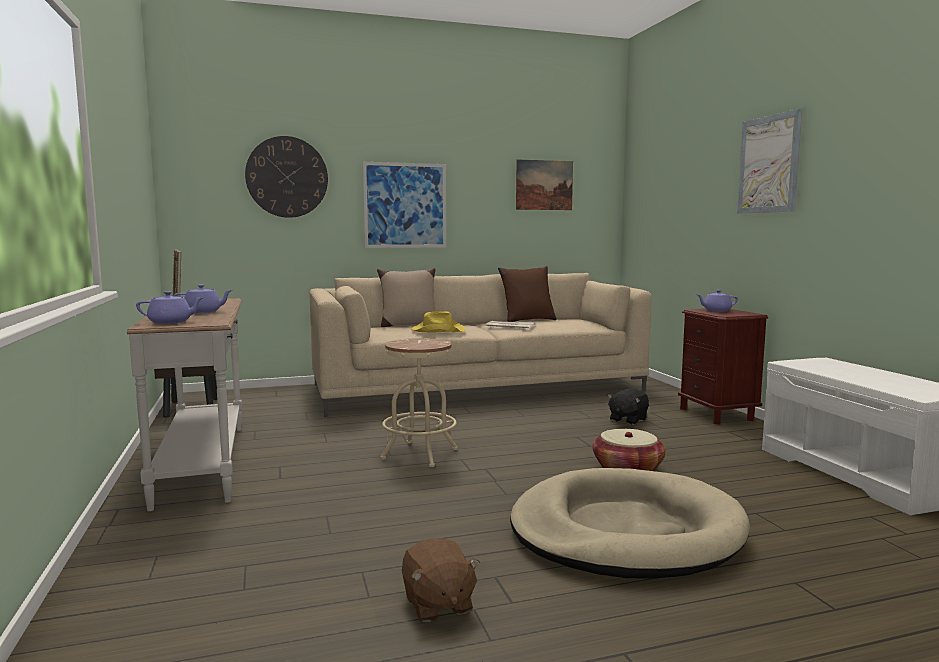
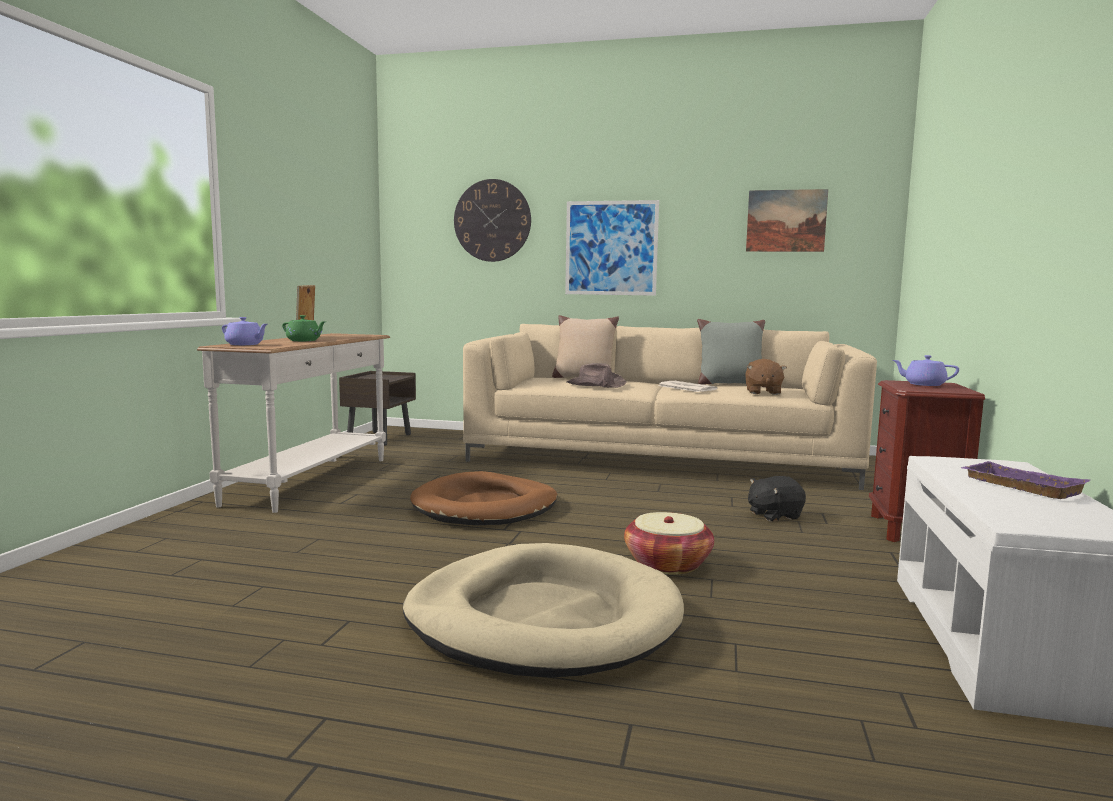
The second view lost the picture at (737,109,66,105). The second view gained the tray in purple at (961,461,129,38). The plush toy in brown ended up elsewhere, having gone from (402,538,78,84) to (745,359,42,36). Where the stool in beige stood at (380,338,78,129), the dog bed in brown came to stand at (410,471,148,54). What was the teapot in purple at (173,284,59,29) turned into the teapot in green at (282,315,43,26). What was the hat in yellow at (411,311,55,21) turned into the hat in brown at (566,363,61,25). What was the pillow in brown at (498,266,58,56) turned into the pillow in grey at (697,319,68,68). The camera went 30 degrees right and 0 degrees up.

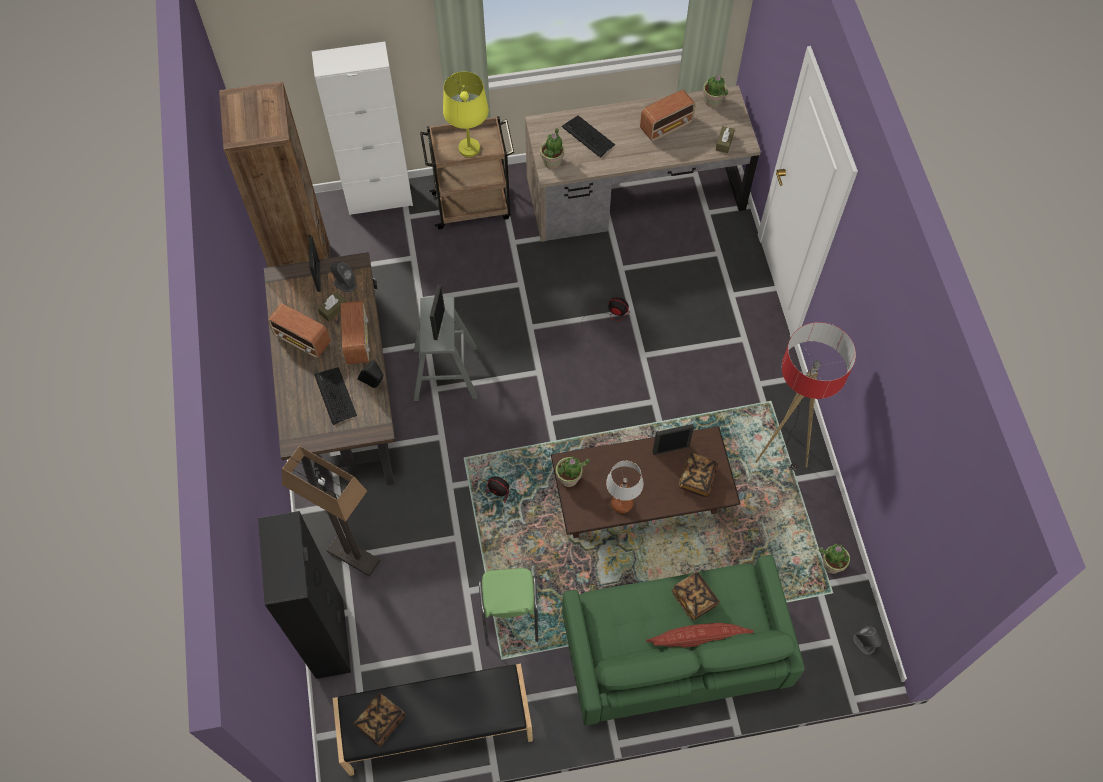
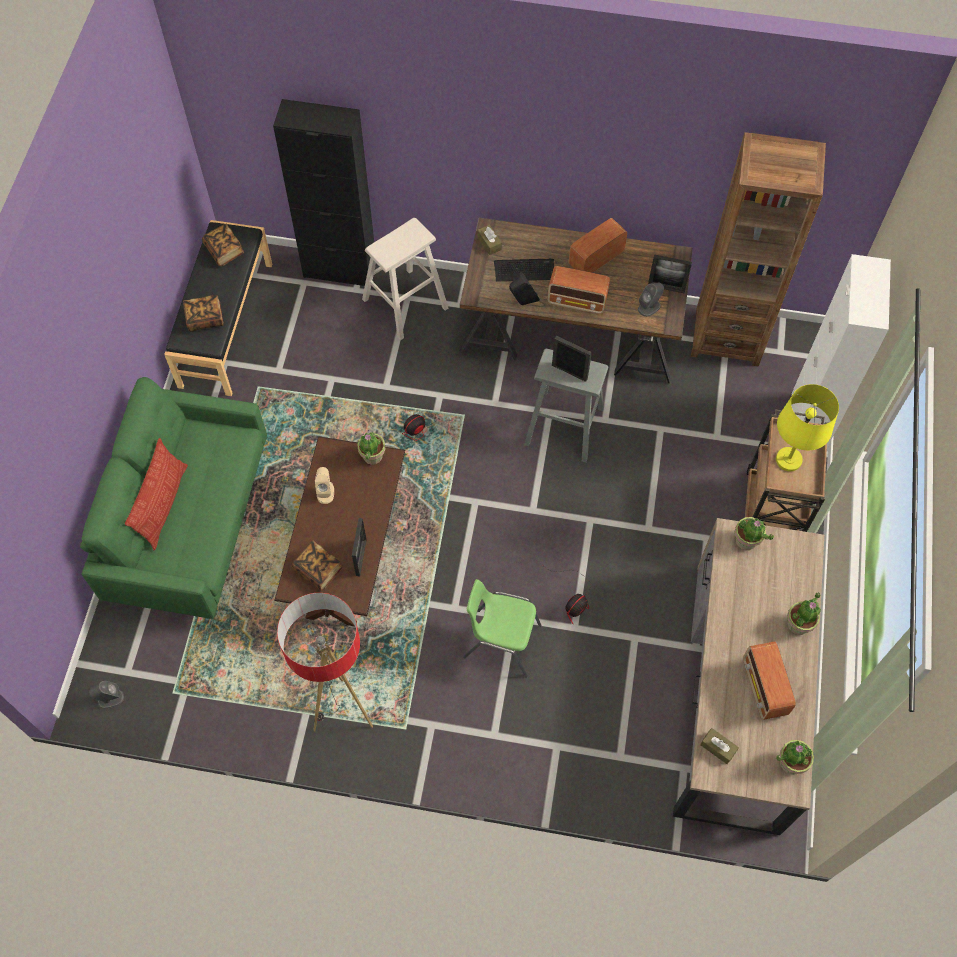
The second view lost the keyboard at (562,115,53,42). The tissue box in brown ended up elsewhere, having gone from (318,292,28,30) to (477,225,25,30). The chair in green ended up elsewhere, having gone from (479,568,59,78) to (463,579,78,98). The book ended up elsewhere, having gone from (671,572,49,49) to (183,295,40,37). The potted plant ended up elsewhere, having gone from (819,544,31,30) to (787,592,34,43). Where the floor lamp stood at (282,446,98,131), the stool in beige came to stand at (362,218,87,122). Where the table lamp stood at (606,460,37,53), the speaker in beige came to stand at (315,467,19,37). The camera went 110 degrees right and 0 degrees up.

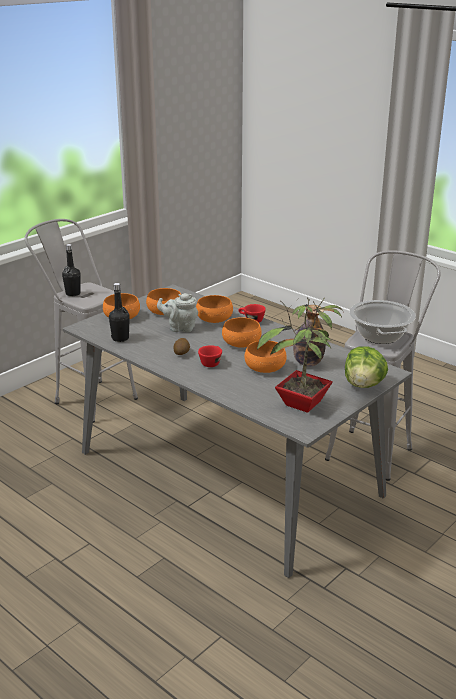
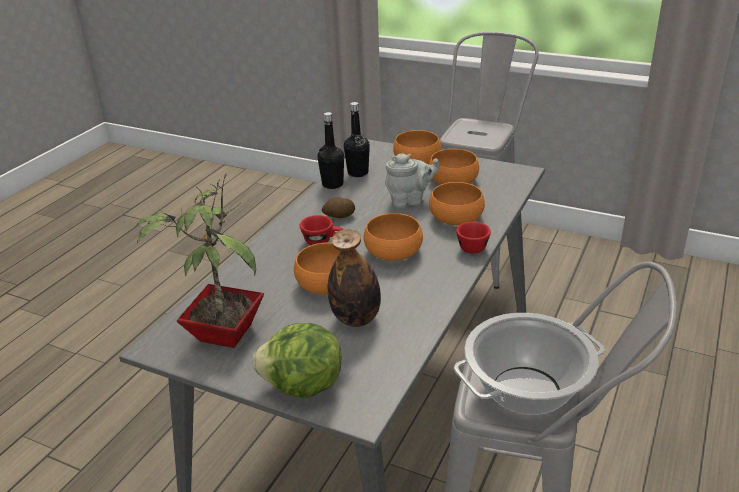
The bottle in black ended up elsewhere, having gone from (62,244,19,52) to (318,112,26,77). The teapot in grey at (157,293,41,39) ended up facing another way, 90 degrees clockwise from before. The camera went 75 degrees right and 5 degrees up.

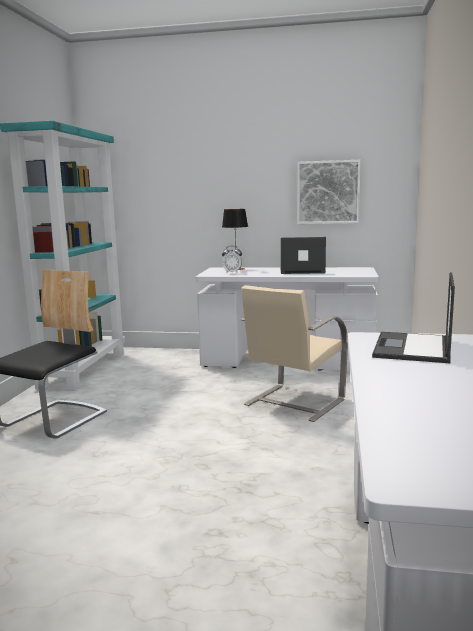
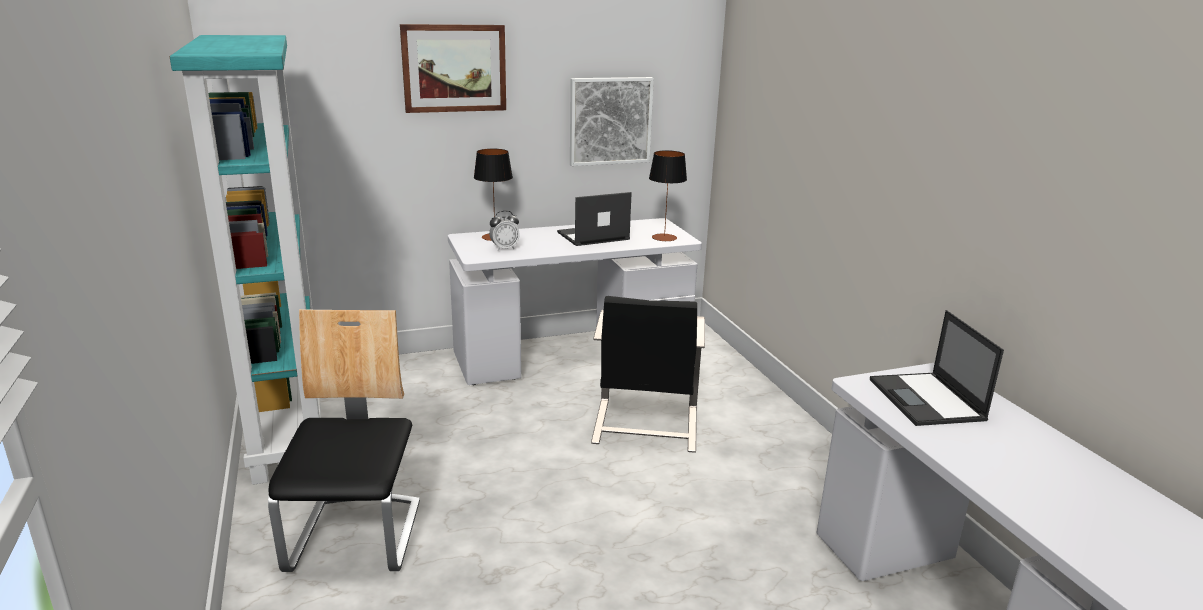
The second view gained the picture at (400,24,106,89). The second view gained the table lamp at (649,150,38,92). What was the chair in beige at (241,285,107,137) turned into the chair in black at (591,296,114,157). The camera went 30 degrees left and 10 degrees up.

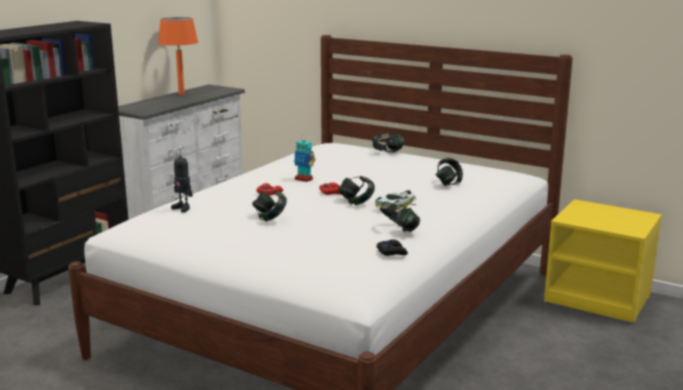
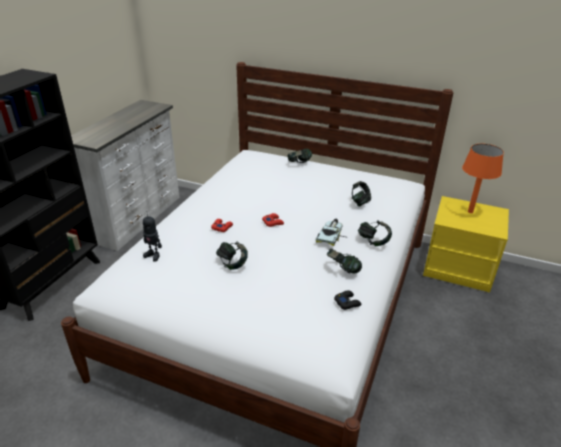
The second view lost the toy robot at (294,135,21,47). The table lamp in orange ended up elsewhere, having gone from (158,17,40,78) to (462,144,42,69). The headphones ended up elsewhere, having gone from (338,176,37,29) to (358,220,34,26). The camera went 10 degrees left and 15 degrees up.

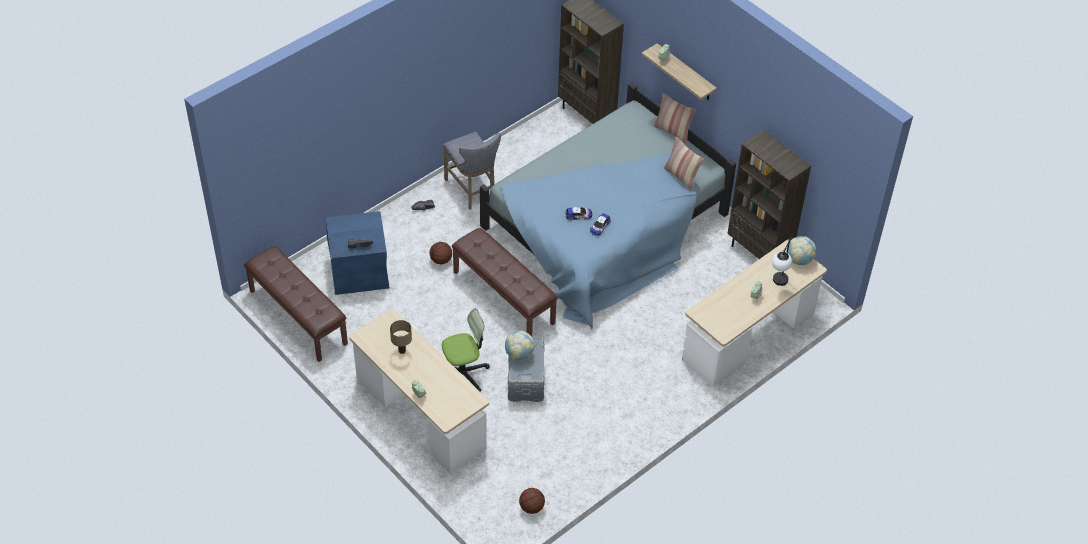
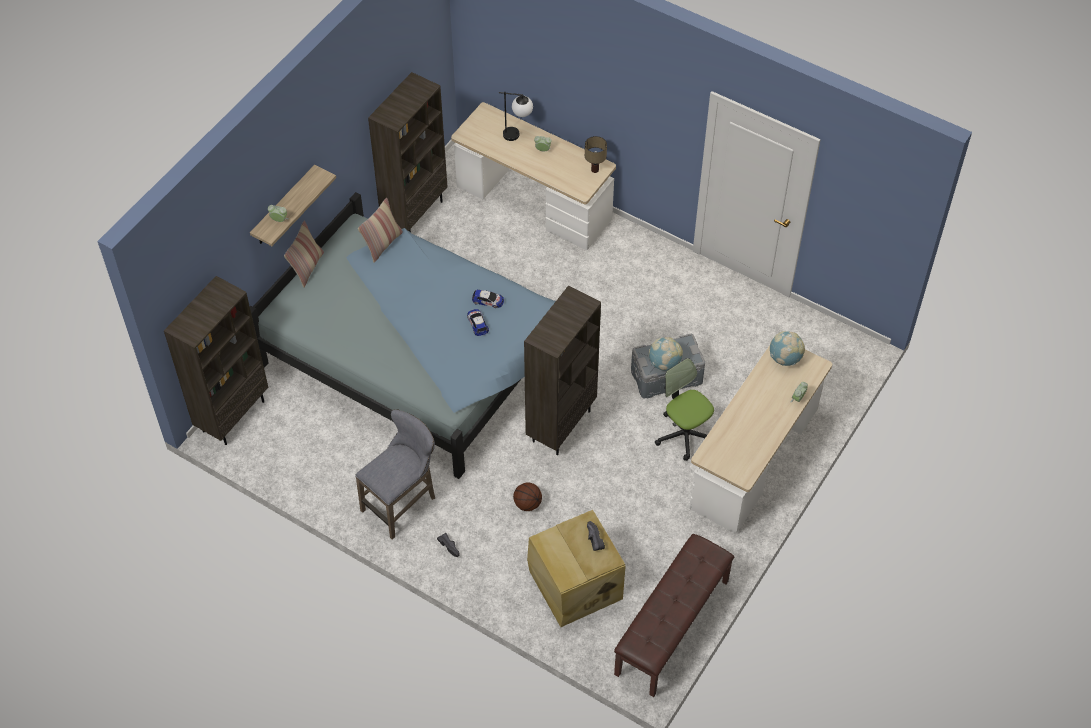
The second view lost the basketball at (519,488,26,26). The table lamp ended up elsewhere, having gone from (390,320,22,34) to (585,136,22,37). The globe ended up elsewhere, having gone from (787,236,29,29) to (770,331,35,35). Where the bench in brown stood at (452,228,106,108), the bookcase in brown came to stand at (524,286,77,169). What was the storage box in blue at (326,211,64,84) turned into the storage box in beige at (527,510,99,117). The camera went 105 degrees left and 5 degrees up.

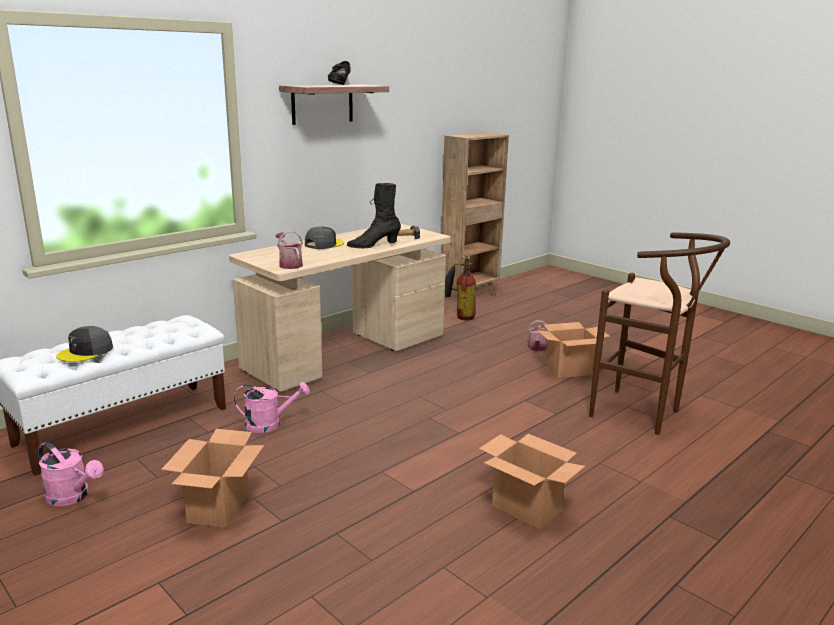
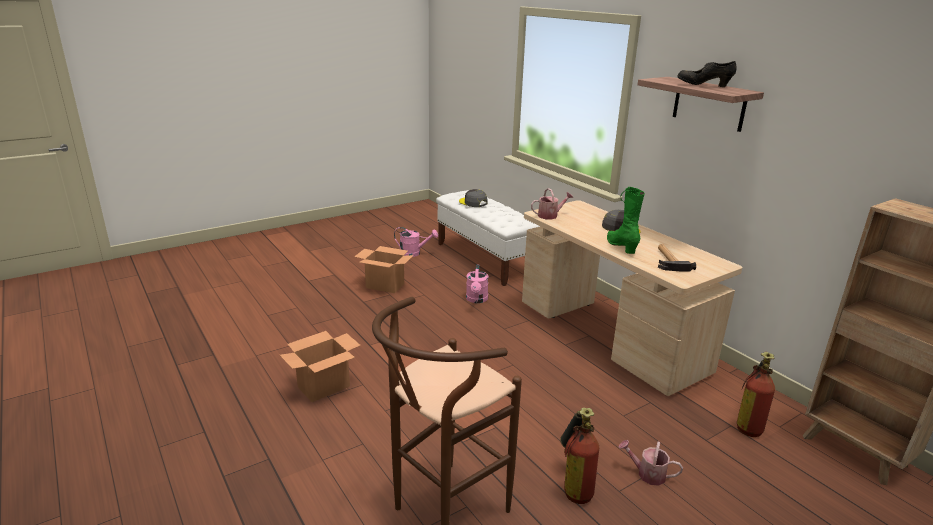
Where the cardboard box stood at (537,322,74,56), the fire extinguisher came to stand at (560,407,39,97). What was the boot in black at (347,183,54,65) turned into the boot in green at (607,187,38,67). The watering can in pink at (38,442,65,64) ended up facing another way, 120 degrees counterclockwise from before. The camera went 100 degrees right and 5 degrees up.

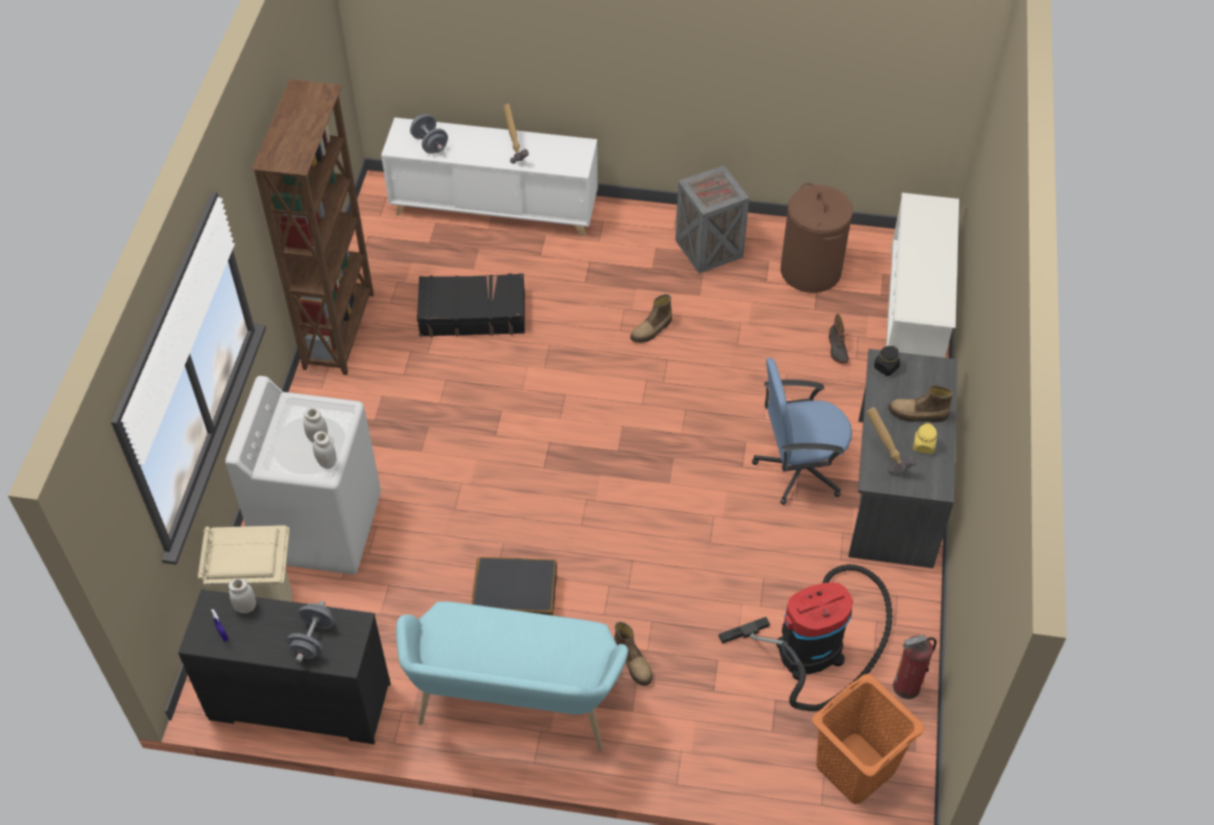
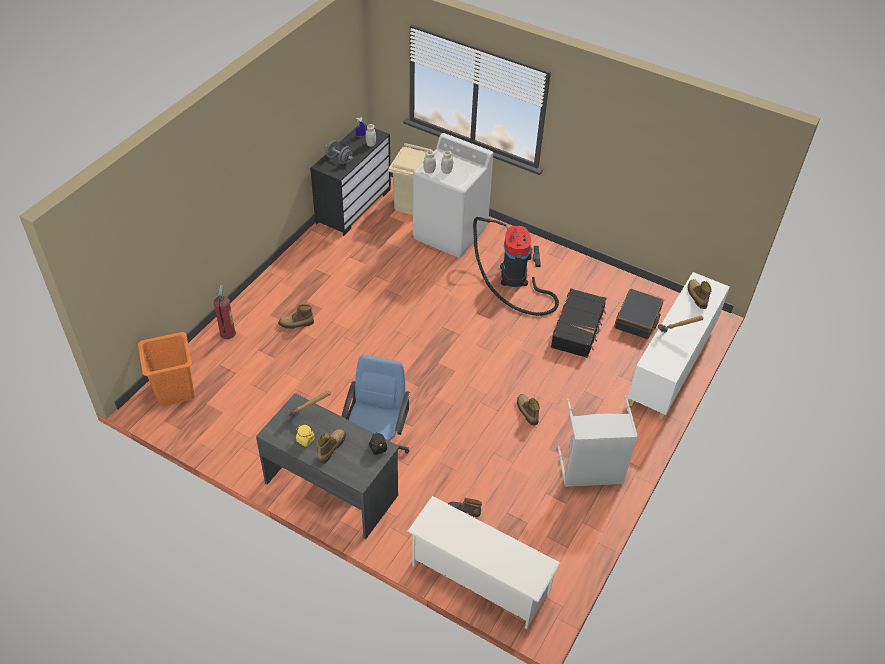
The second view lost the bookcase in brown at (252,79,122,296). The second view lost the bench in turquoise at (396,601,232,150). The second view lost the laundry basket in brown at (781,183,72,110). The suitcase in black ended up elsewhere, having gone from (472,557,85,59) to (614,289,49,50). The vacuum cleaner ended up elsewhere, having gone from (719,564,174,147) to (473,217,86,99). The fire extinguisher ended up elsewhere, having gone from (893,635,44,64) to (214,285,22,54). Where the dumbbell in grey stood at (410,114,38,40), the boot came to stand at (688,279,24,30). Where the crate stood at (675,165,74,109), the laundry basket in grey came to stand at (558,396,80,91). The camera went 110 degrees right and 5 degrees down.

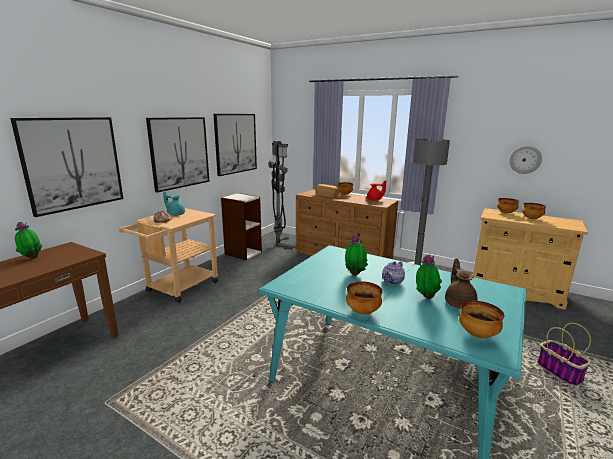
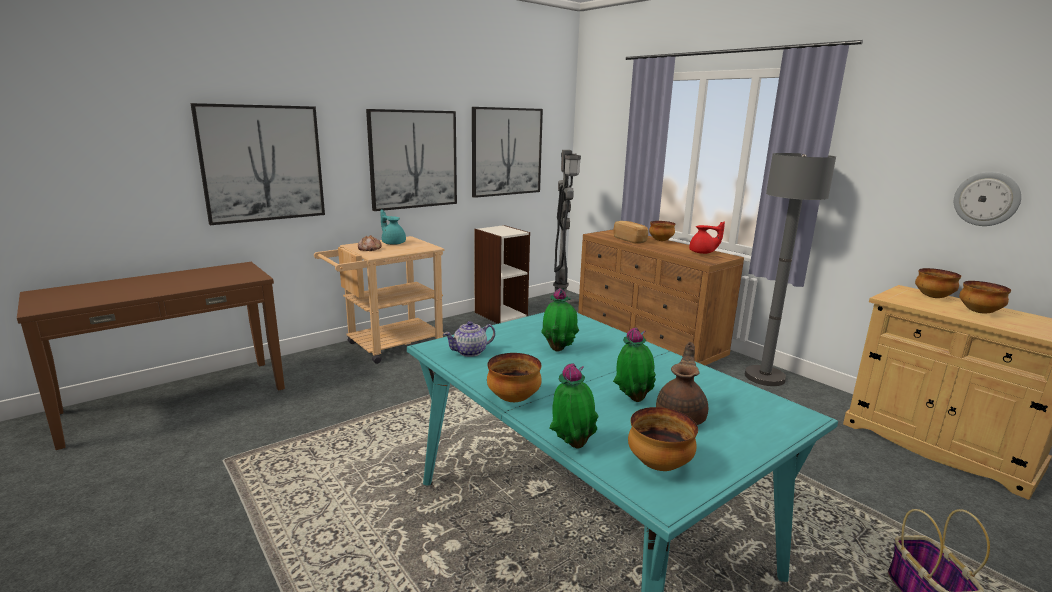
The potted plant ended up elsewhere, having gone from (15,222,27,37) to (550,363,49,86). The teapot ended up elsewhere, having gone from (382,261,23,24) to (444,321,51,36). The camera went 20 degrees right and 0 degrees up.

